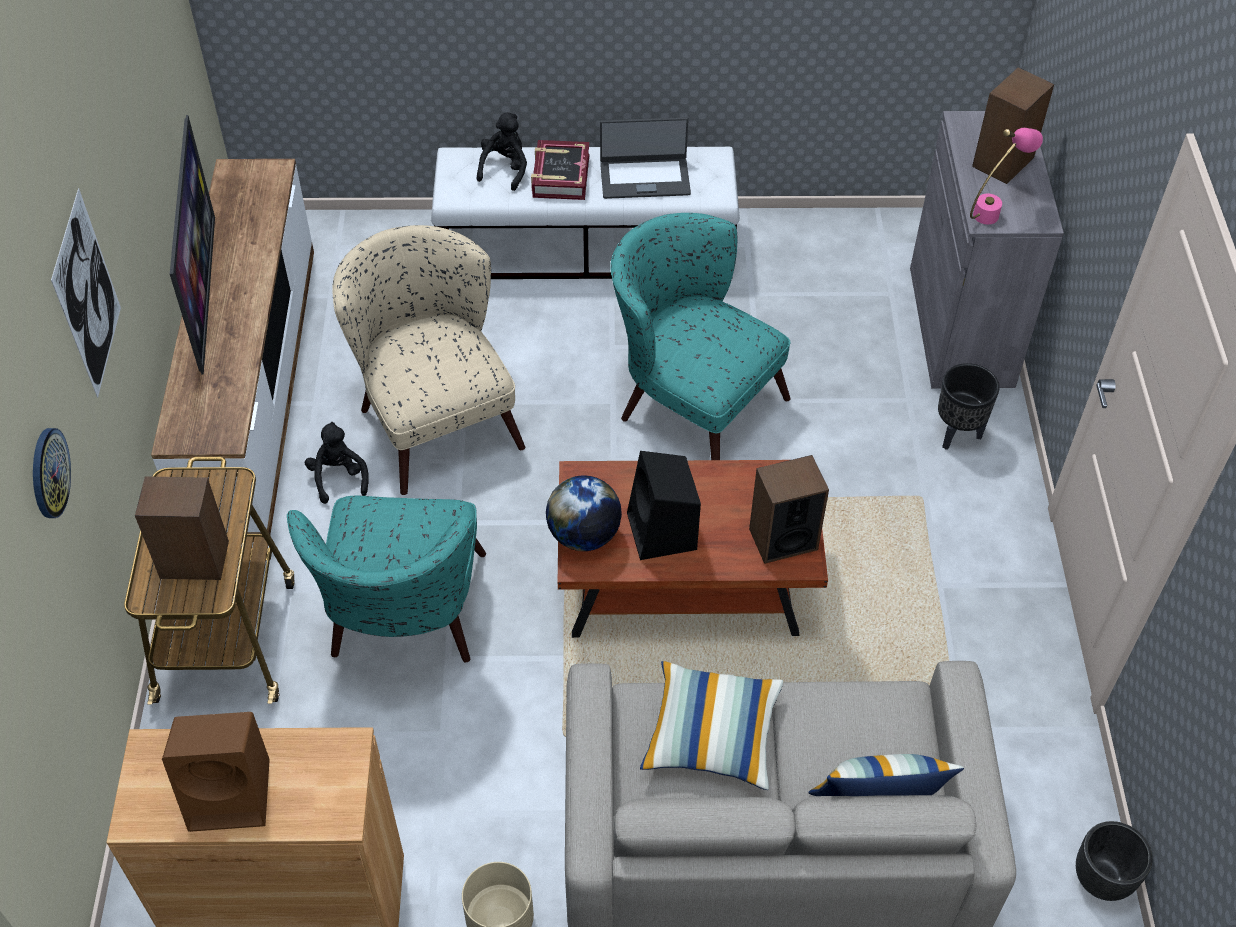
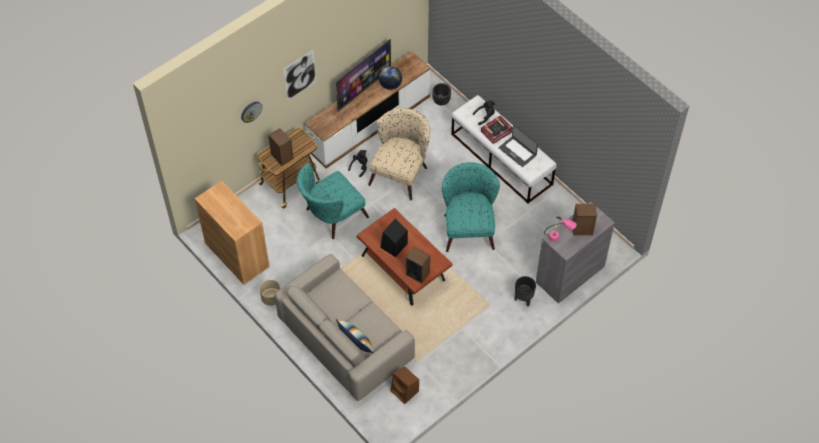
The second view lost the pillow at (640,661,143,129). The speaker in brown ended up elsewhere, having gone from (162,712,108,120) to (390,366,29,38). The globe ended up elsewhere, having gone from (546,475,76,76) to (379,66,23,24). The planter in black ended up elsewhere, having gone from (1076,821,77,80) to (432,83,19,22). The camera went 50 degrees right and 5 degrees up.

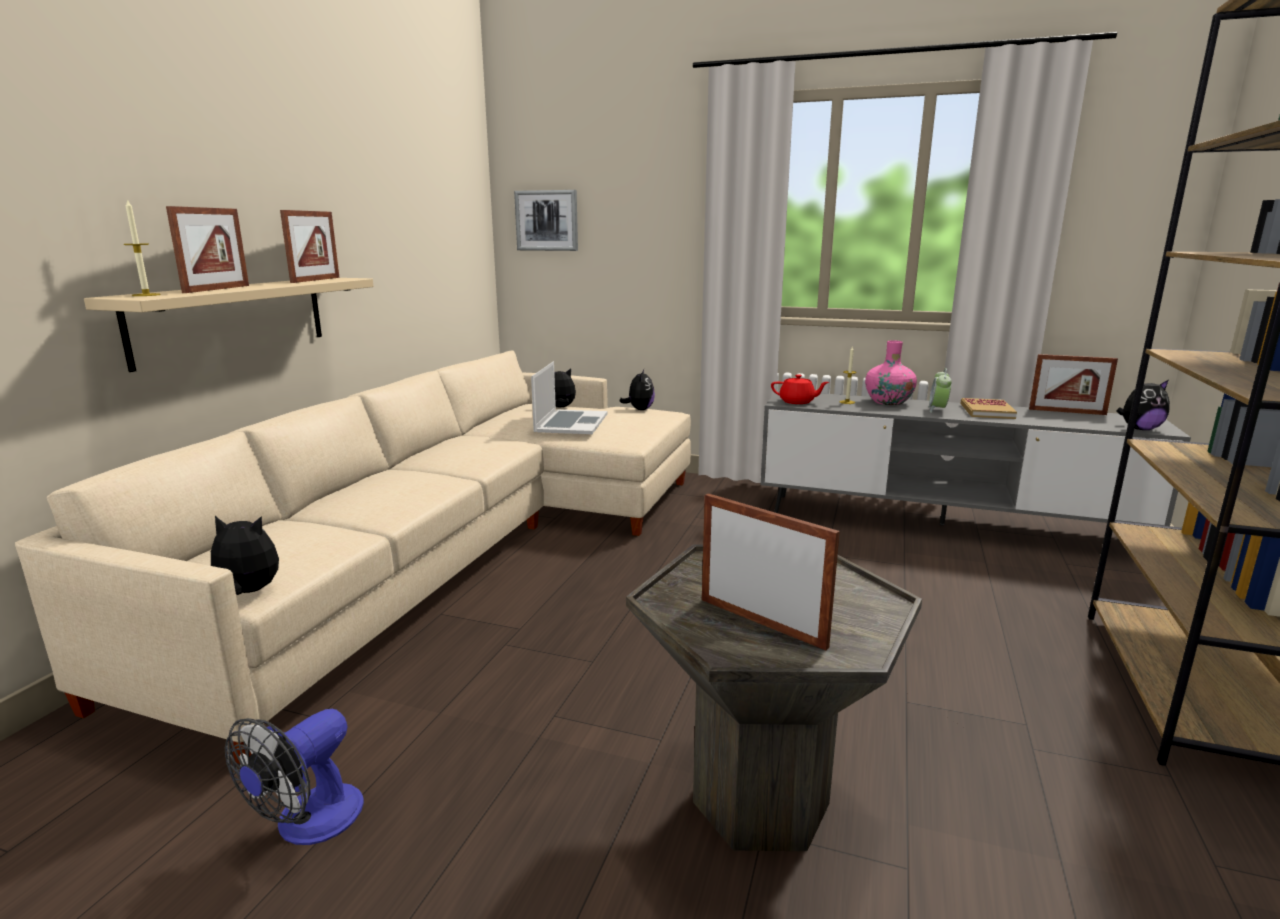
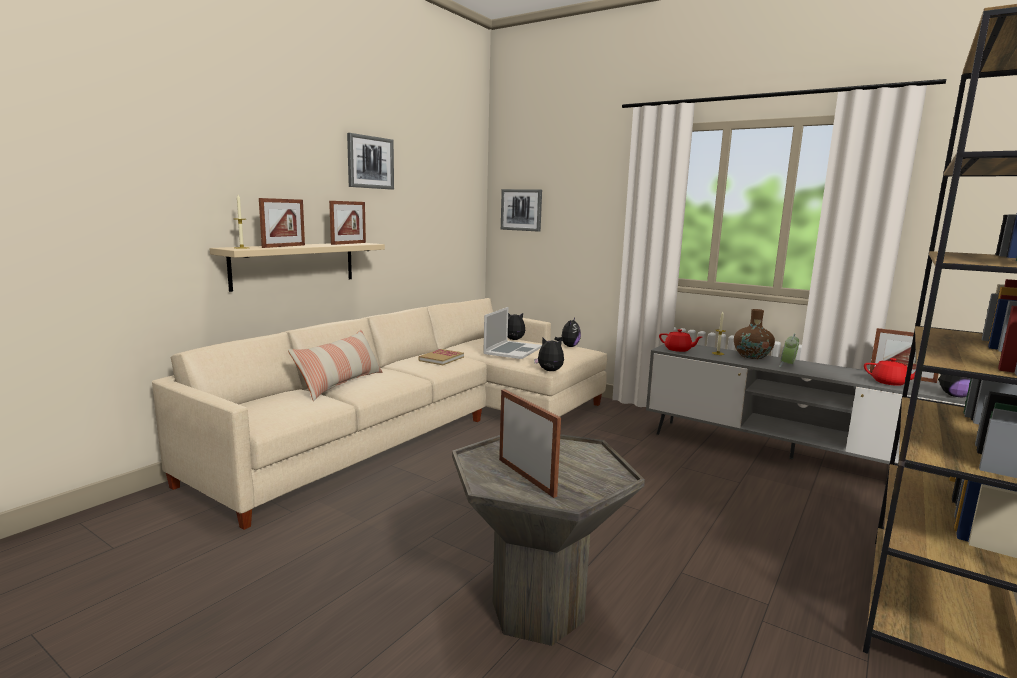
The second view lost the fan at (224,709,140,136). The second view gained the pillow at (288,330,94,71). The second view gained the picture at (347,133,47,57). The second view gained the teapot in red at (864,358,51,28). The plush toy ended up elsewhere, having gone from (211,516,68,79) to (534,337,30,34). The book ended up elsewhere, having gone from (960,398,57,21) to (419,349,45,16). What was the vase in pink at (865,341,52,64) turned into the vase in brown at (734,309,41,50). The camera went 15 degrees right and 5 degrees down.

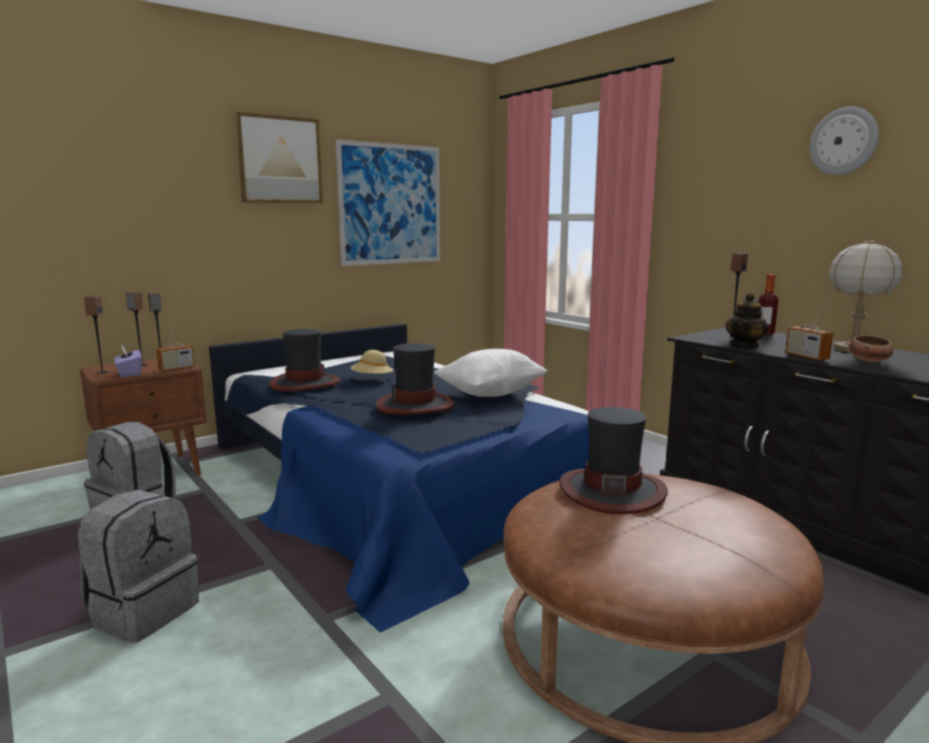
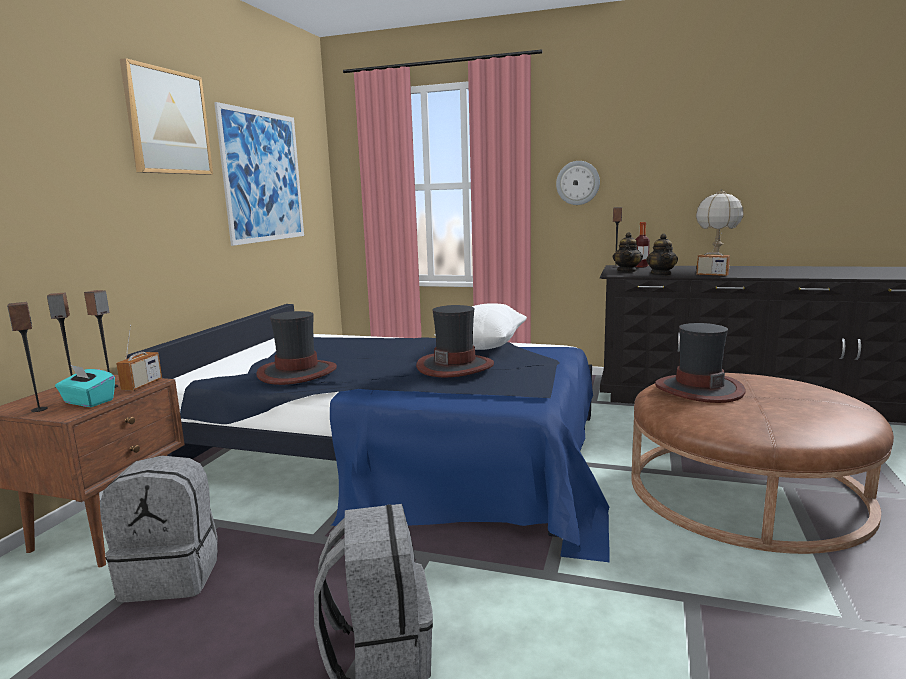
The second view lost the hat in beige at (350,350,43,24). The second view lost the bowl at (849,335,44,27). The second view gained the teapot at (613,232,30,40). The wall clock ended up elsewhere, having gone from (810,106,69,69) to (556,161,44,44). What was the tissue box in purple at (114,345,28,32) turned into the tissue box in turquoise at (55,365,60,42). The camera went 35 degrees left and 0 degrees up.

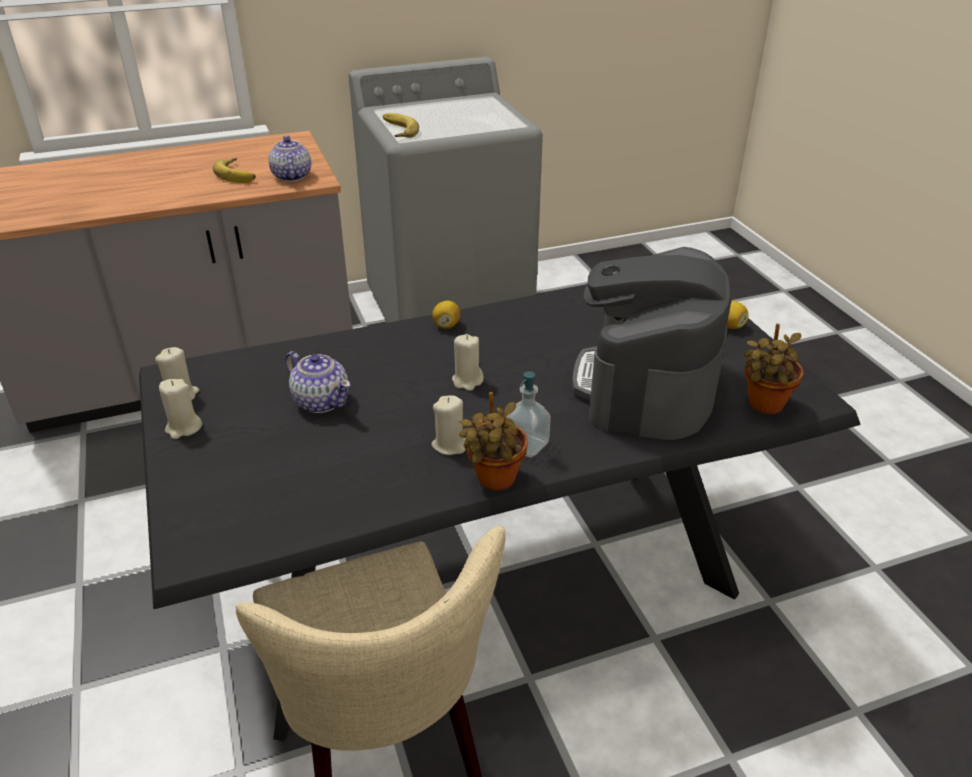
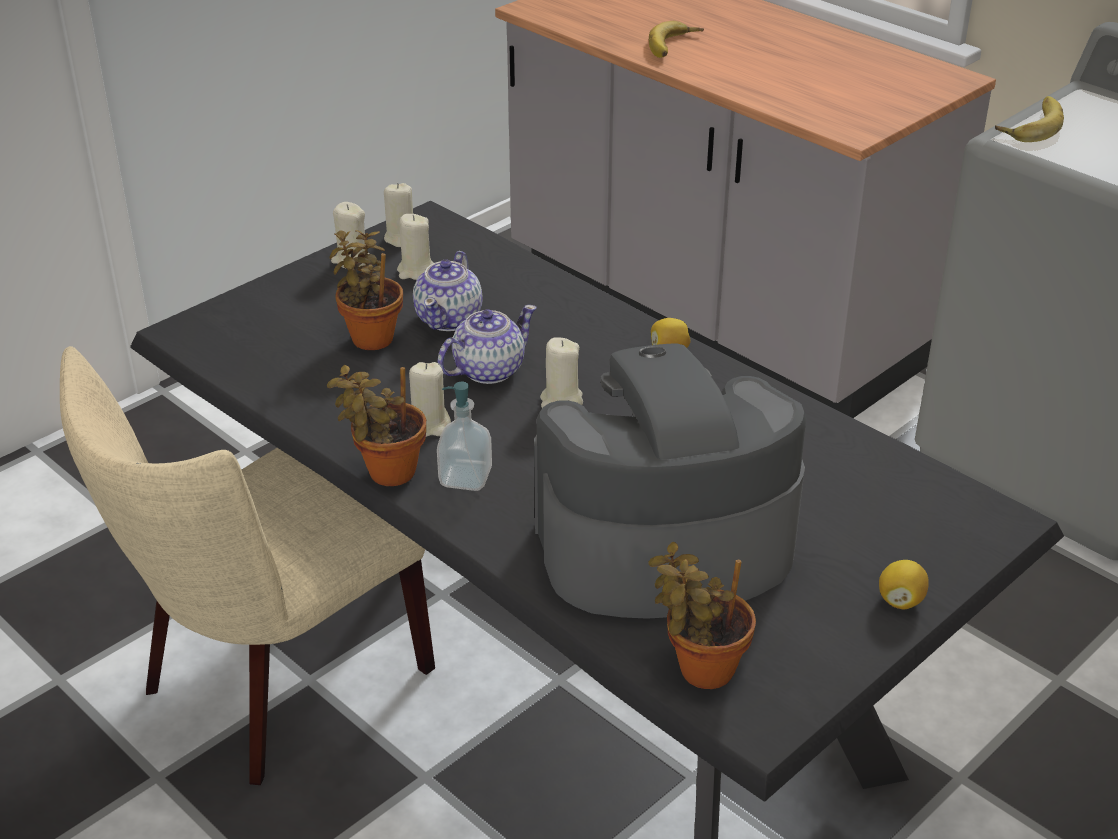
The second view gained the potted plant at (329,230,74,120). The second view gained the candle in beige at (397,214,36,66). The banana ended up elsewhere, having gone from (213,158,43,25) to (649,21,55,37). The teapot ended up elsewhere, having gone from (268,136,43,46) to (438,305,99,79). The camera went 65 degrees right and 0 degrees up.

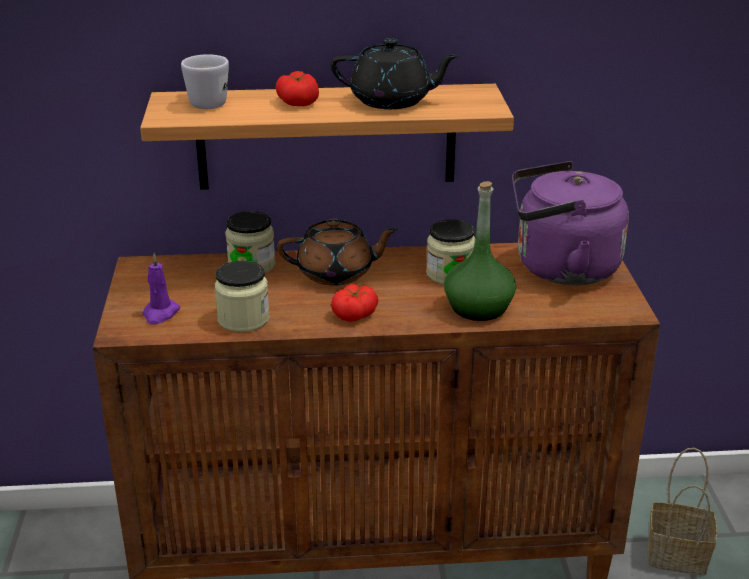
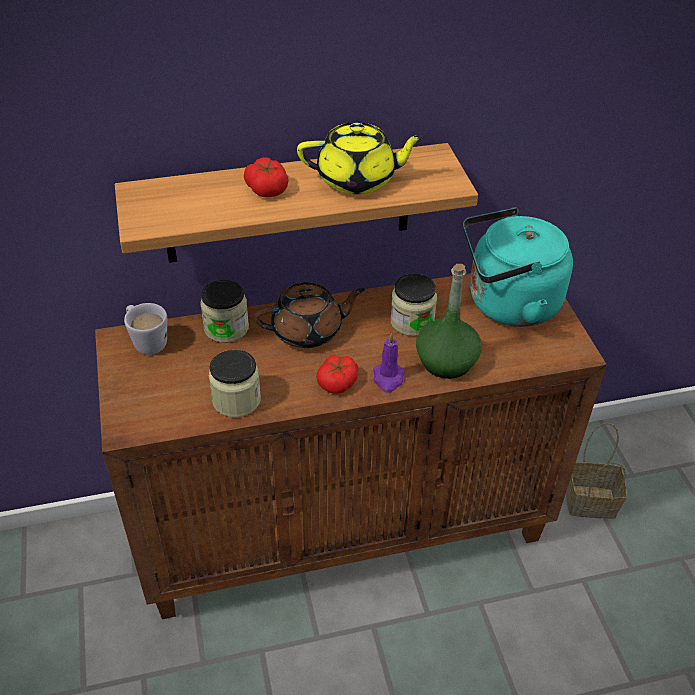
The candle in purple ended up elsewhere, having gone from (142,253,38,71) to (373,332,32,61). The mug in white ended up elsewhere, having gone from (181,54,48,55) to (124,303,43,52). What was the teapot in black at (331,38,129,71) turned into the teapot in yellow at (297,122,128,72). What was the kettle in purple at (512,161,117,124) turned into the kettle in turquoise at (463,207,110,120). The camera went 10 degrees left and 15 degrees up.

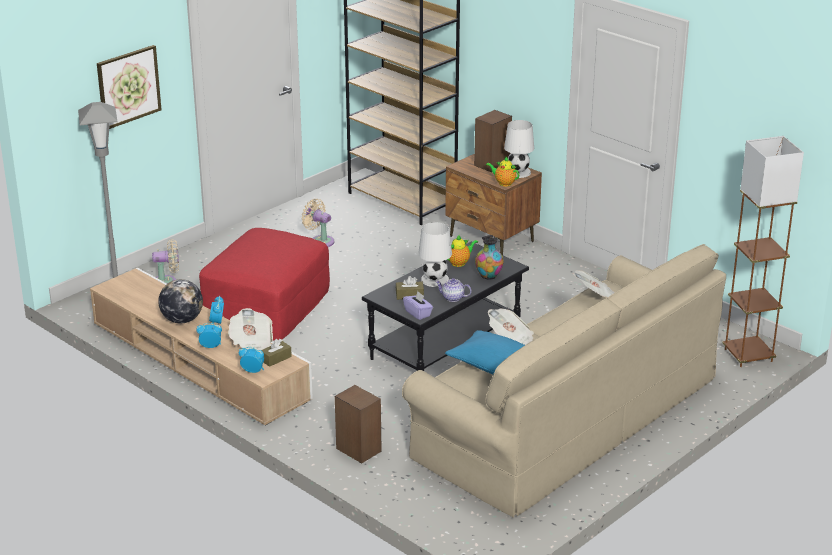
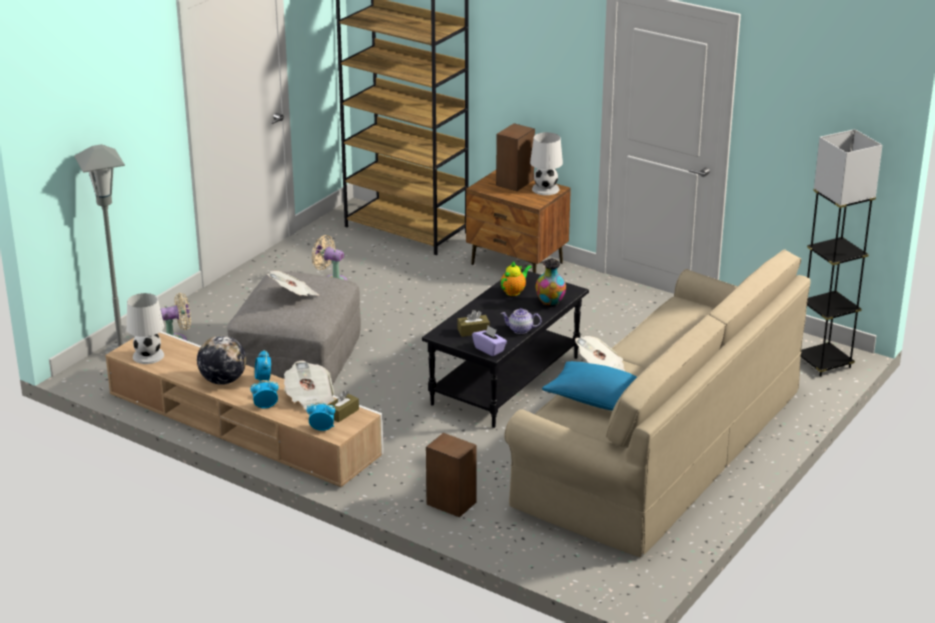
The second view lost the picture at (97,45,64,84). The second view lost the teapot at (486,157,33,29). The table lamp in white ended up elsewhere, having gone from (418,222,34,65) to (127,293,37,71). The newspaper ended up elsewhere, having gone from (572,270,42,27) to (267,271,53,25). What was the ottoman in red at (199,228,131,113) turned into the ottoman in grey at (227,272,134,113). What was the floor lamp in brown at (723,136,81,231) turned into the floor lamp in grey at (801,129,81,248). The camera went 10 degrees left and 0 degrees up.

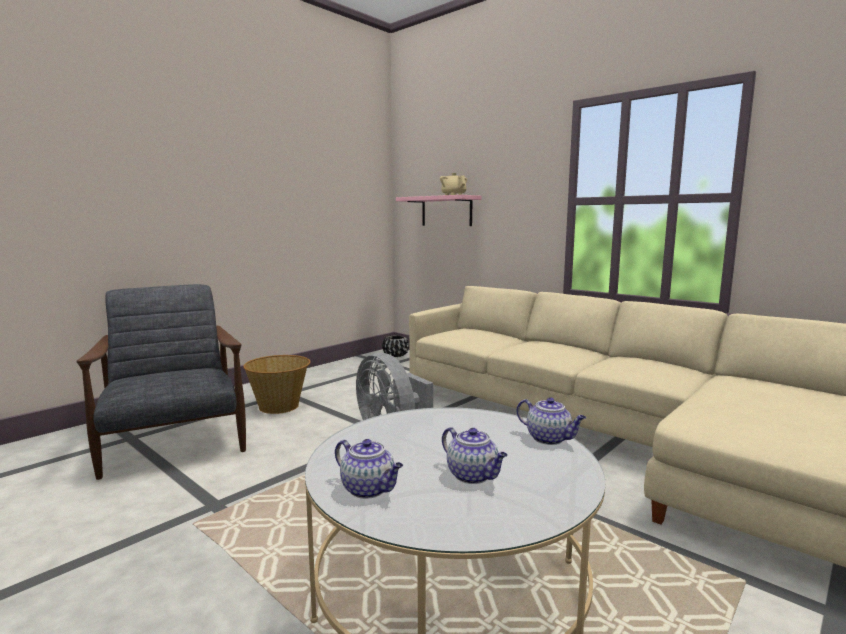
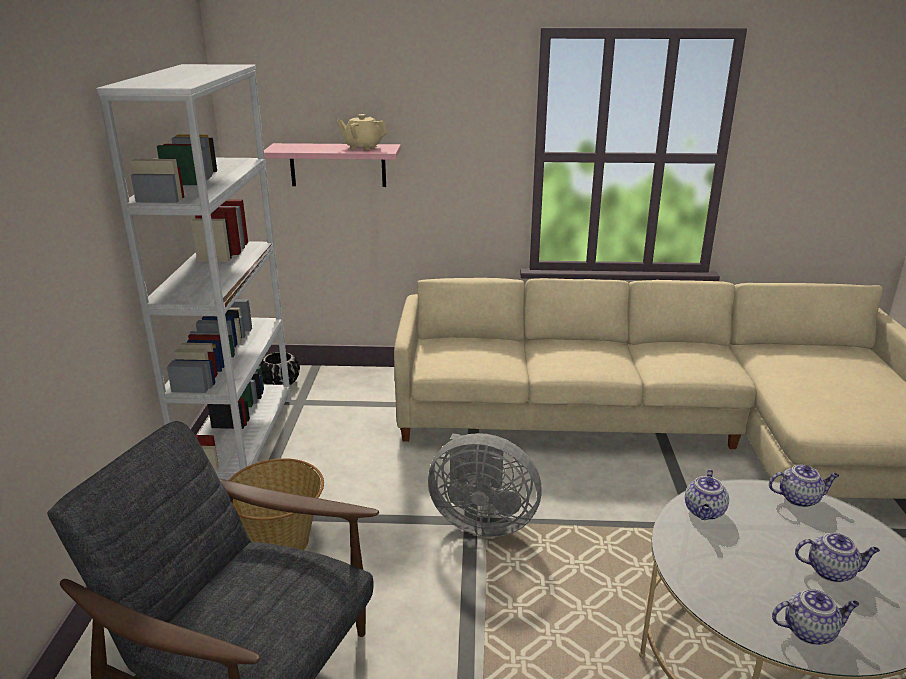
The second view gained the bookcase in white at (96,64,195,416). The second view gained the teapot at (685,469,44,51). The camera went 40 degrees left and 15 degrees up.

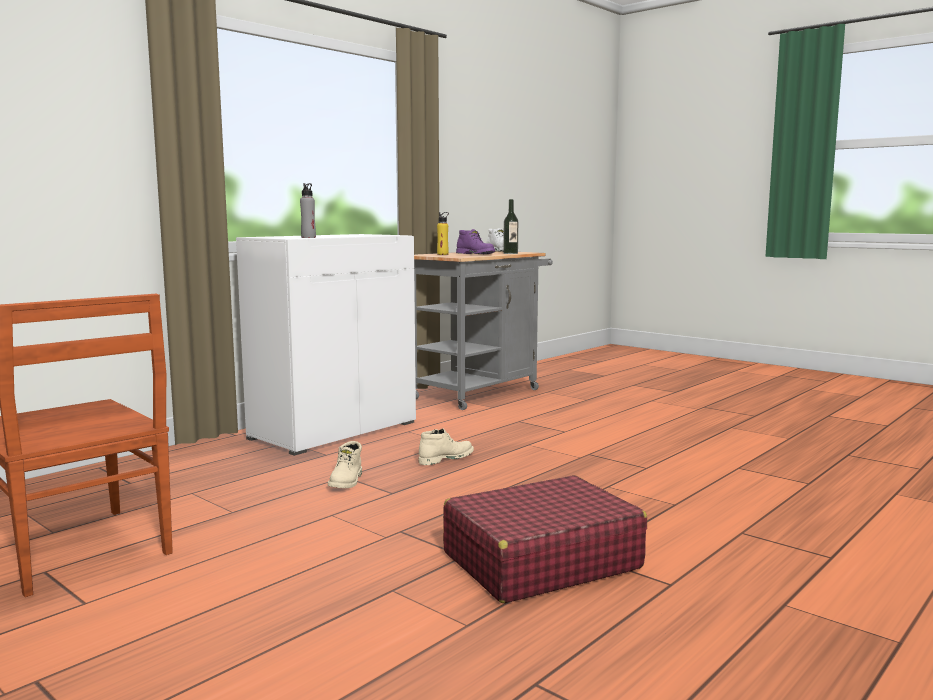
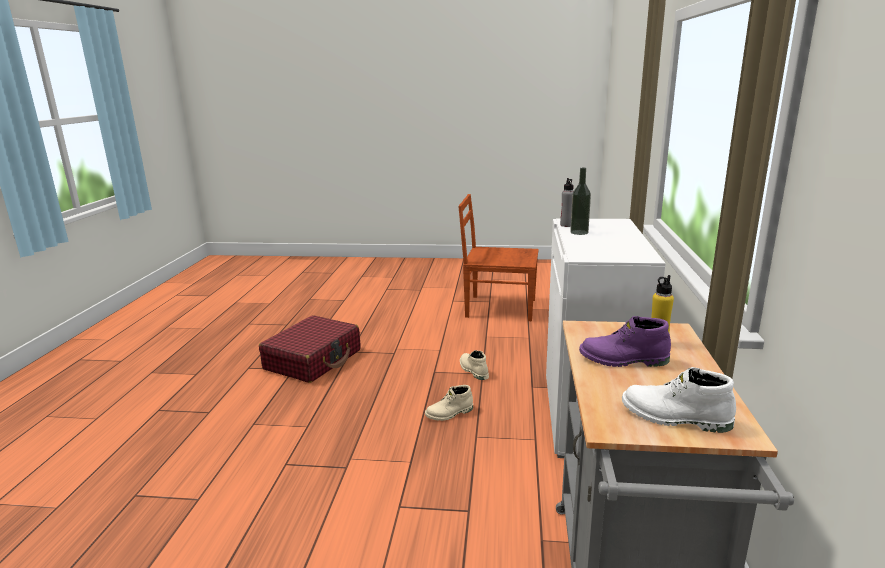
The bottle ended up elsewhere, having gone from (503,199,15,55) to (570,168,21,67). The boot in beige at (419,428,55,37) ended up facing another way, 45 degrees clockwise from before. The camera went 145 degrees right and 10 degrees up.

